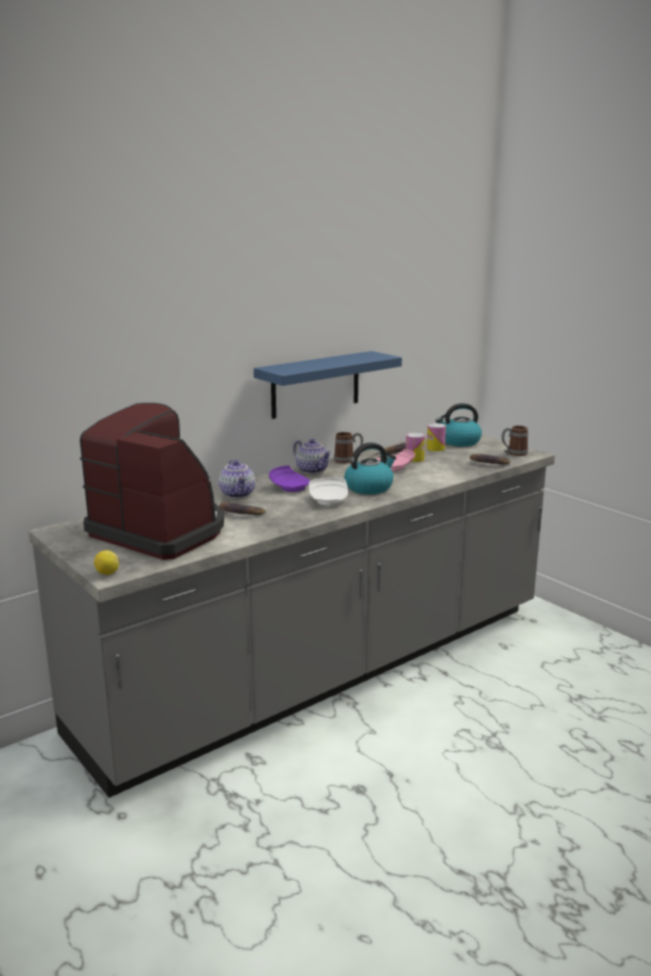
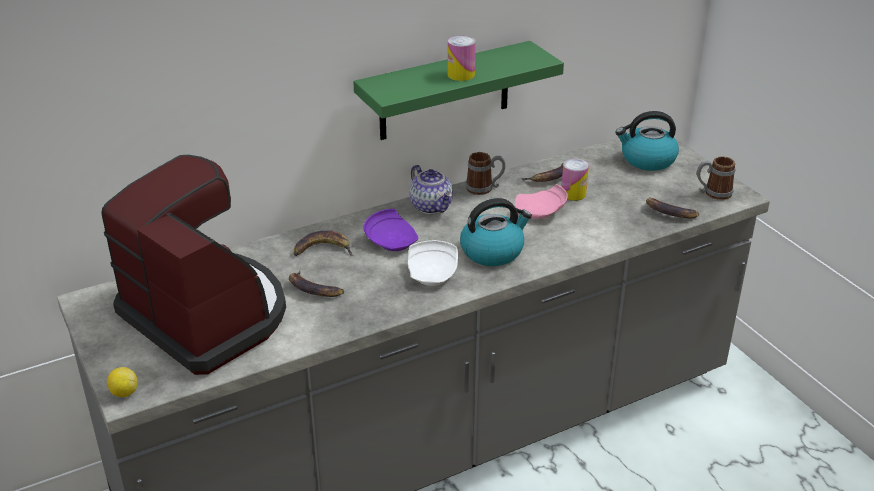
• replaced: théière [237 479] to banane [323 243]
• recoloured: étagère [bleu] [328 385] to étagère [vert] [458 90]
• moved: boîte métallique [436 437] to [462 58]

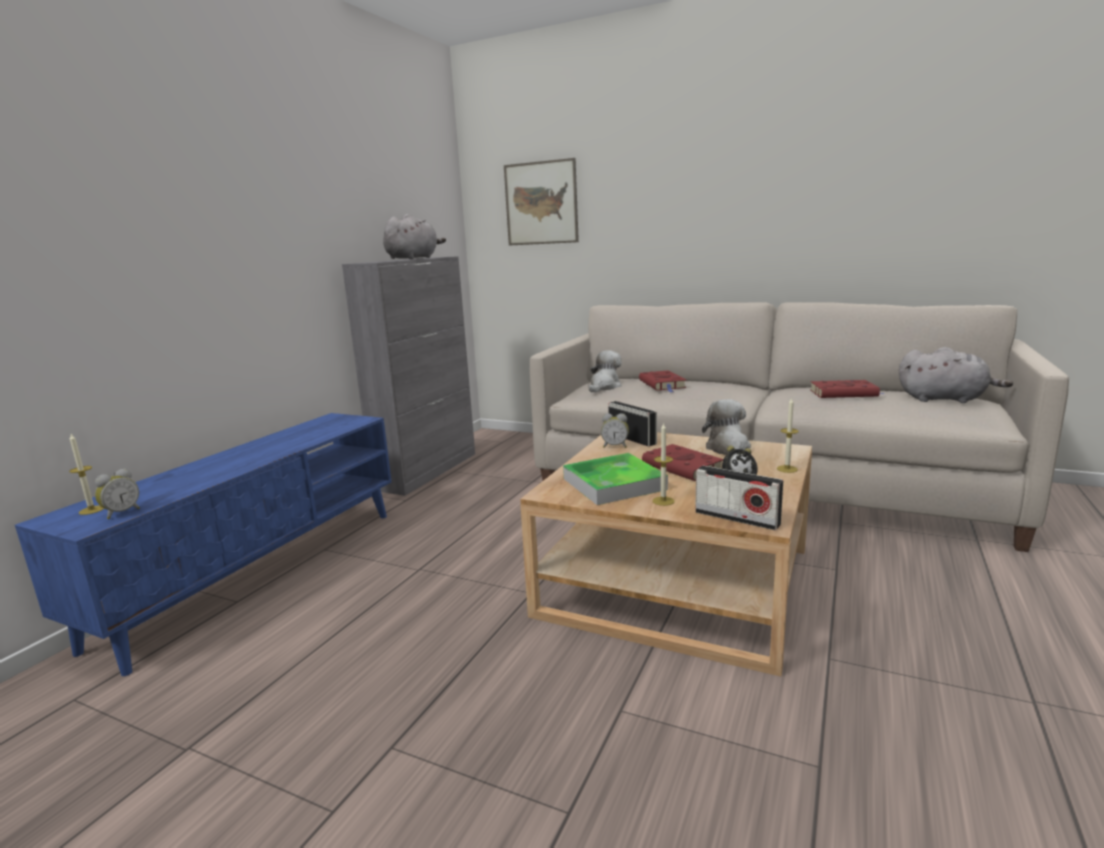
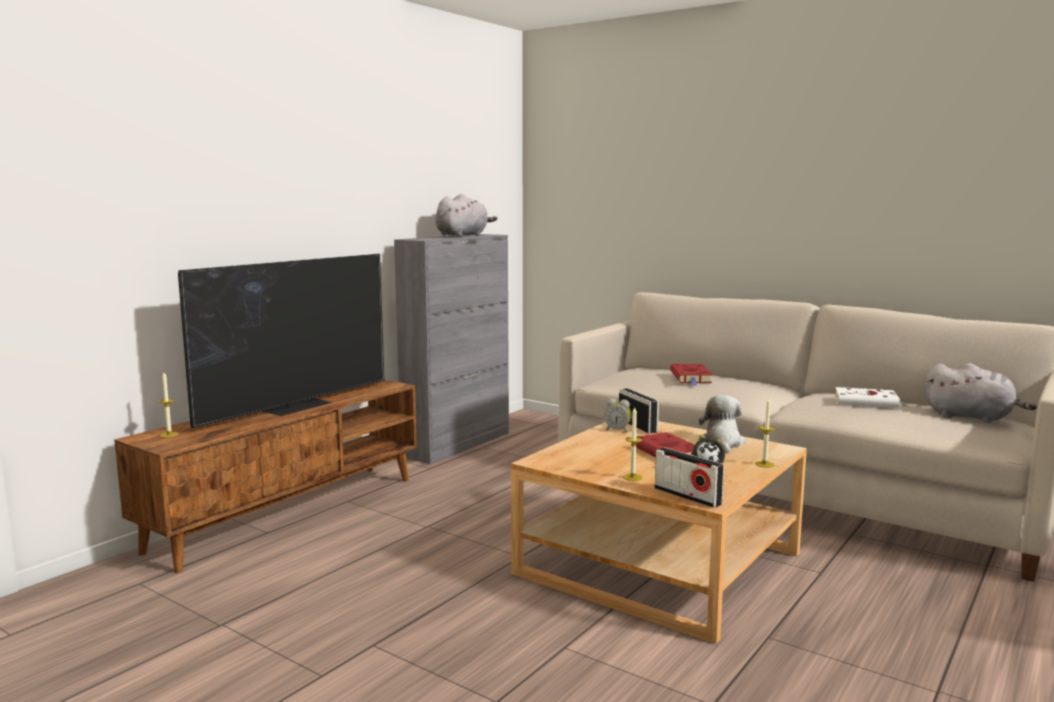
• recoloured: meuble télé [bleu] [203 544] to meuble télé [marron] [265 476]
• added: téléviseur [281 341]
• recoloured: livre [rouge] [846 389] to livre [blanc] [871 397]
• removed: réveil [117 493]
• removed: tableau [541 202]
• removed: plateau [615 479]
• removed: peluche [605 371]

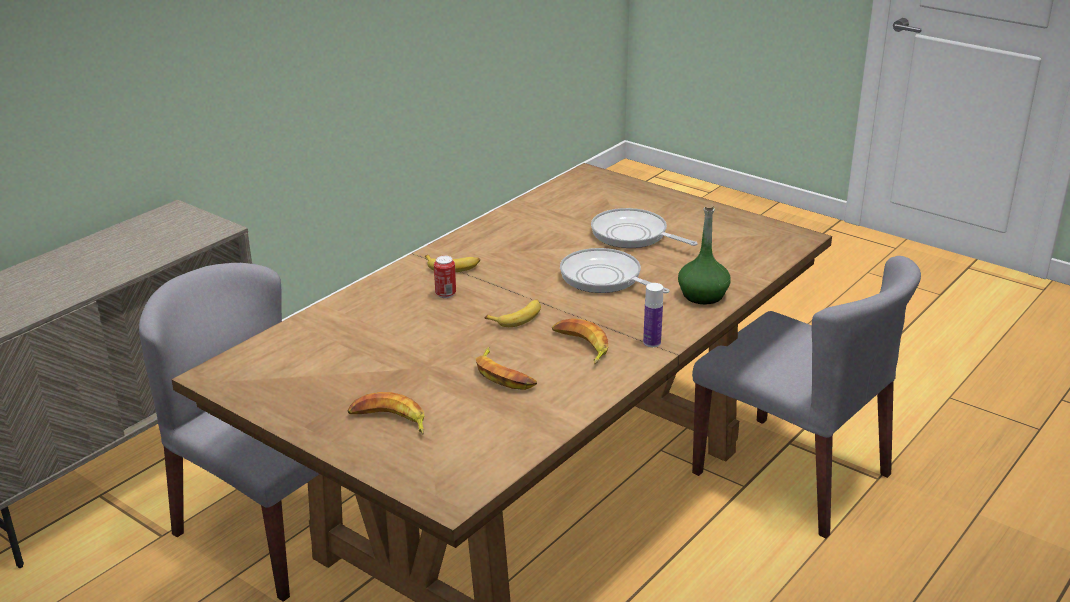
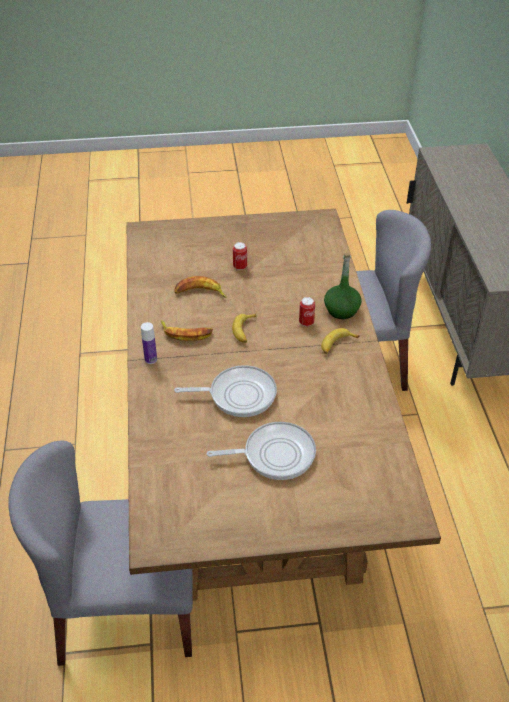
• added: boîte métallique [240 256]
• moved: bouteille [vert] [704 253] to [343 286]
• removed: banane [386 413]

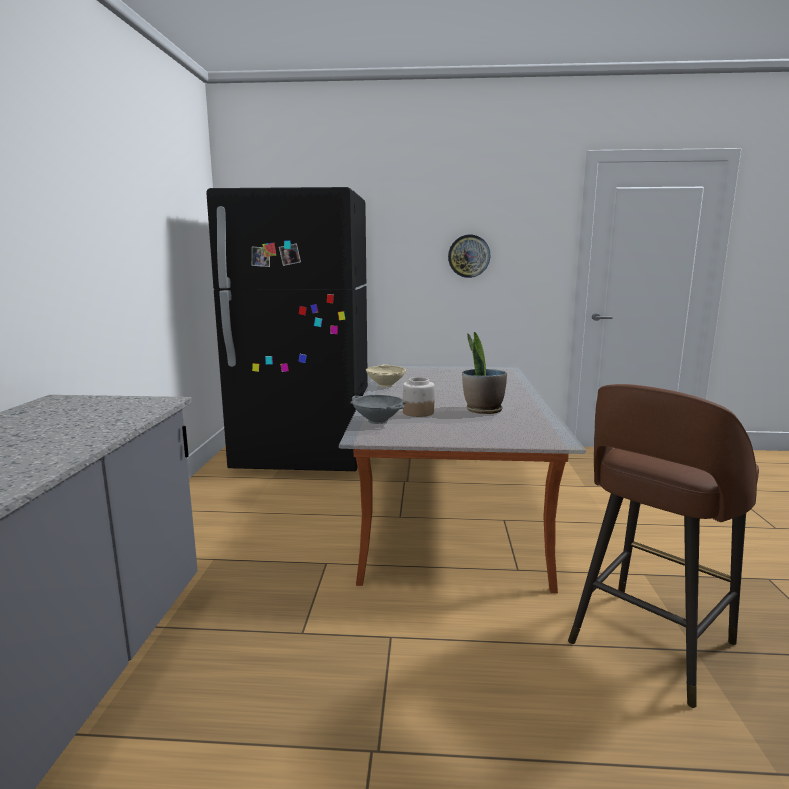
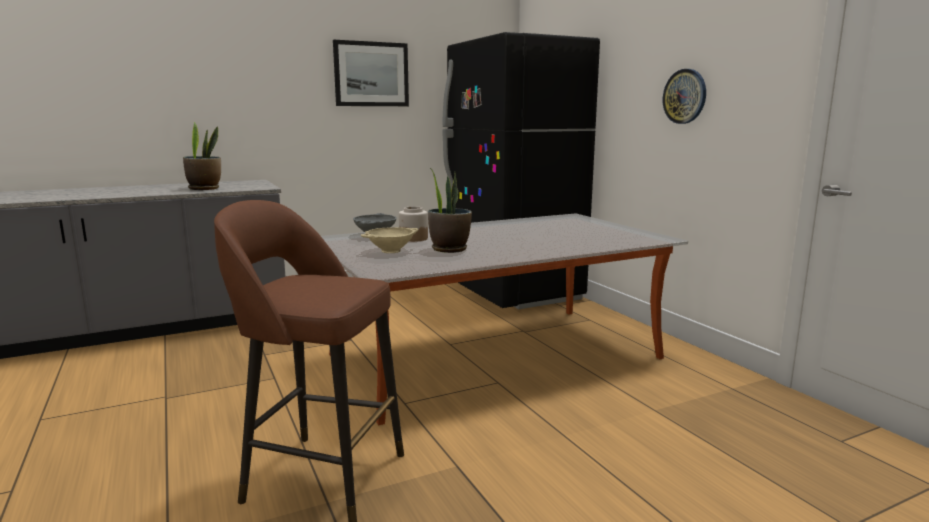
• added: plante en pot [202 156]
• added: tableau [371 73]
• moved: bol [beige] [386 375] to [389 240]

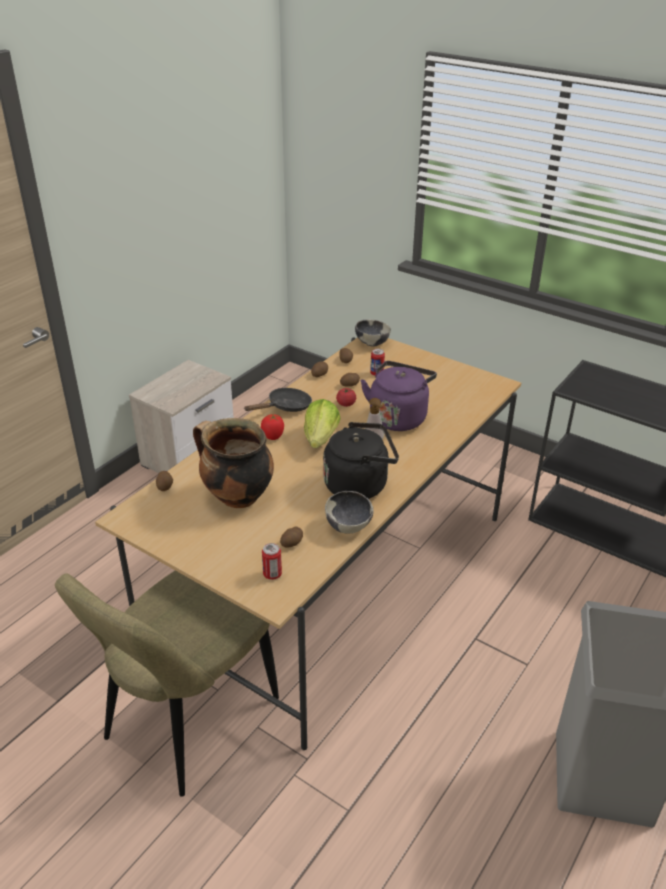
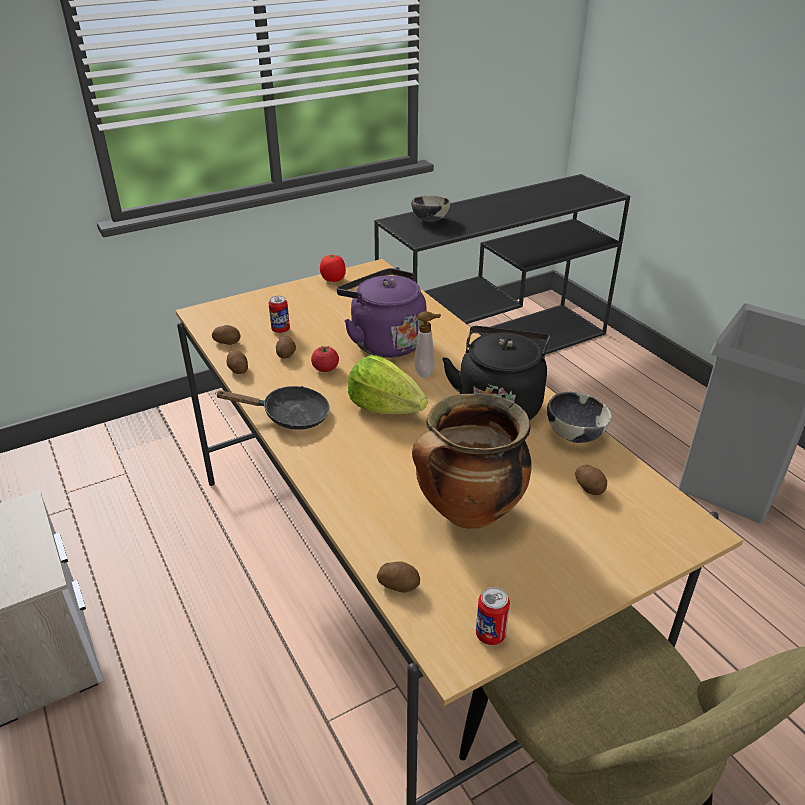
• turned: poêle [noir] [278 400] = [272 408] 105 degrees clockwise
• moved: tomate [272 427] to [333 268]
• moved: bol [373 333] to [430 209]
• moved: boîte métallique [272 561] to [493 616]

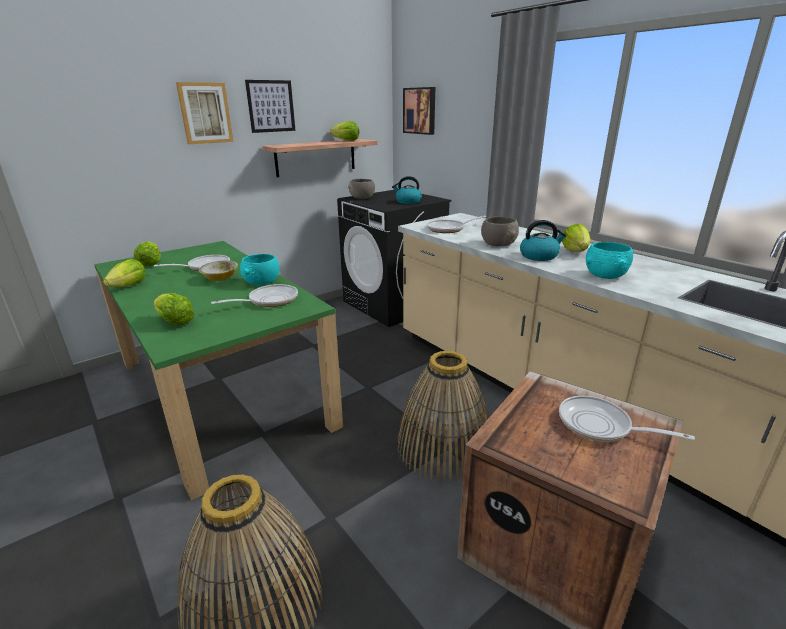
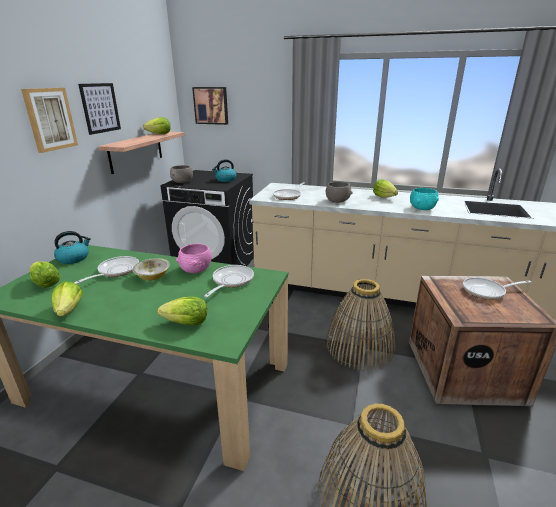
• moved: bouilloire [543 240] to [72 247]
• recoloured: bol [turquoise] [260 269] to bol [rose] [194 258]

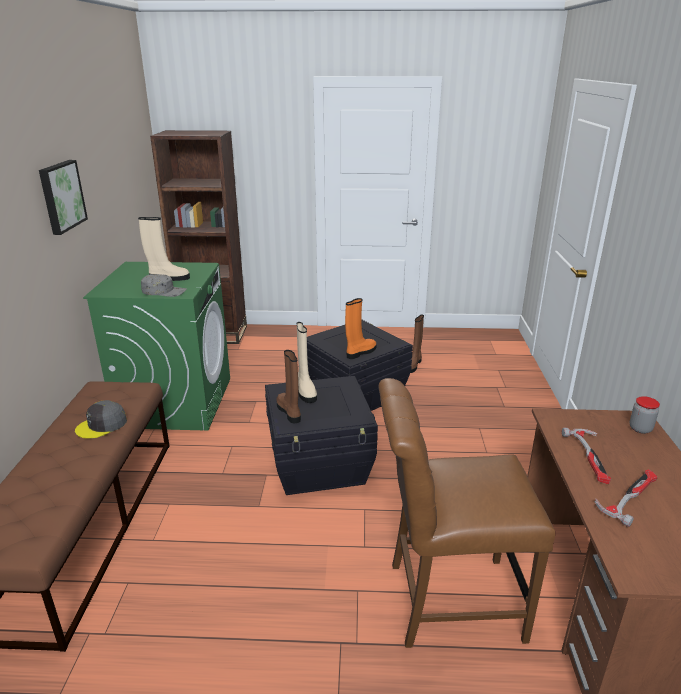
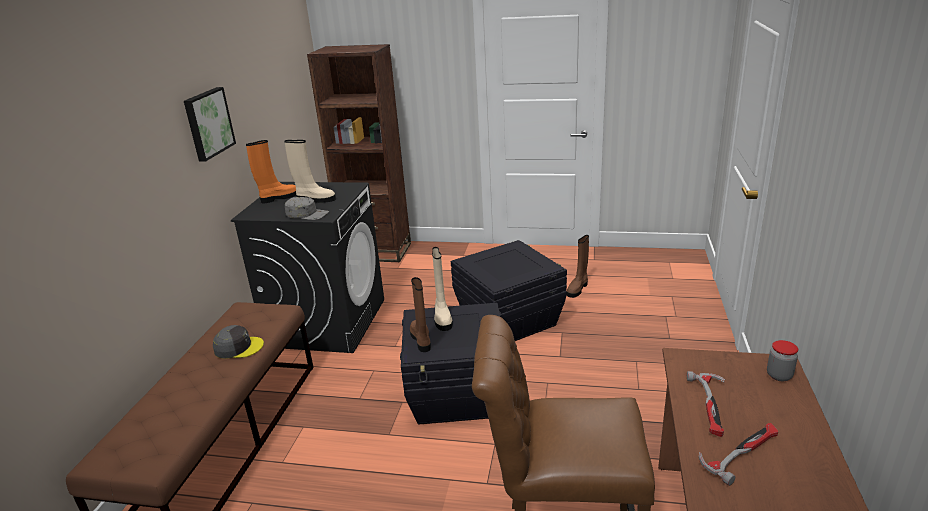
• turned: casquette [gris] [101 419] = [238 342] 150 degrees counterclockwise
• recoloured: lave-linge [vert] [156 346] to lave-linge [noir] [307 267]
• moved: botte [orange] [360 328] to [271 172]

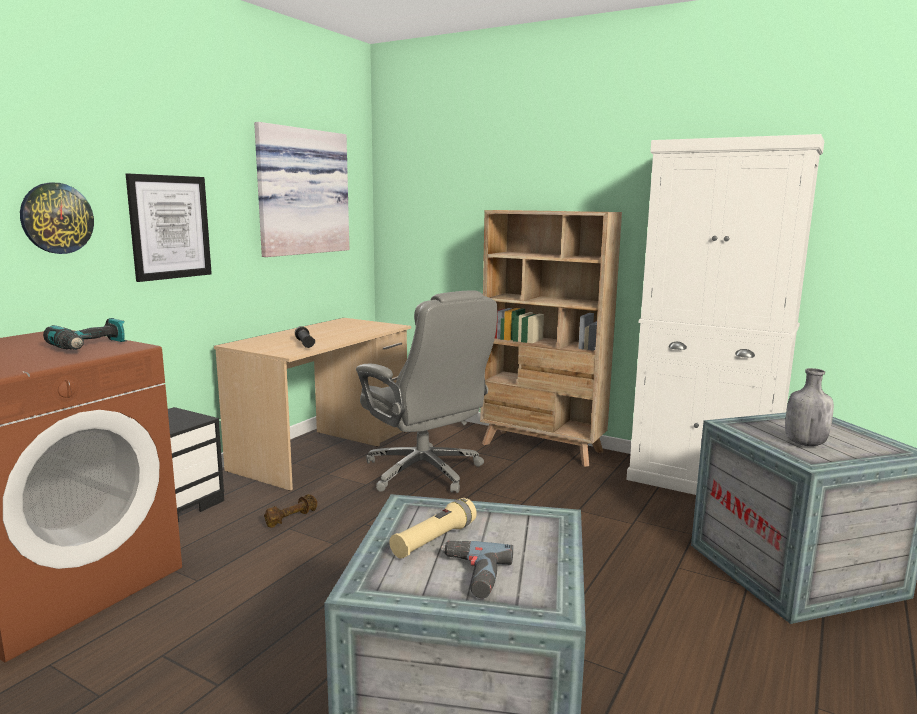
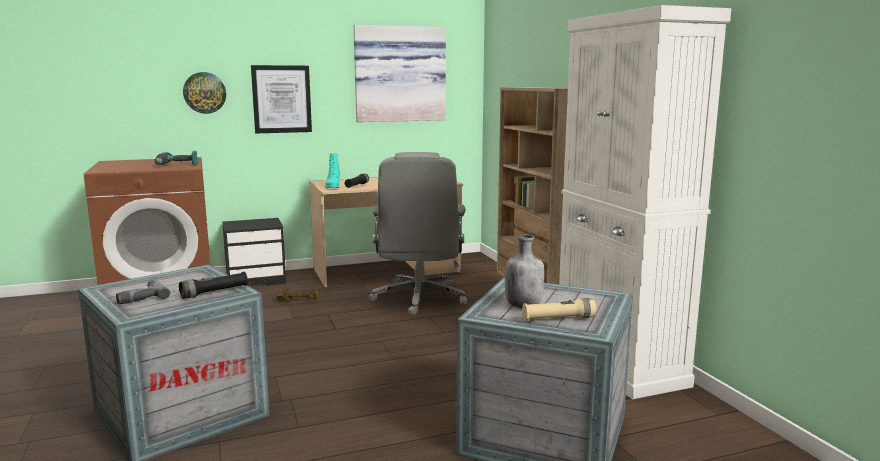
• added: lampe de poche [noir] [213 285]
• added: botte [turquoise] [333 170]
• moved: lampe de poche [beige] [433 528] to [559 309]

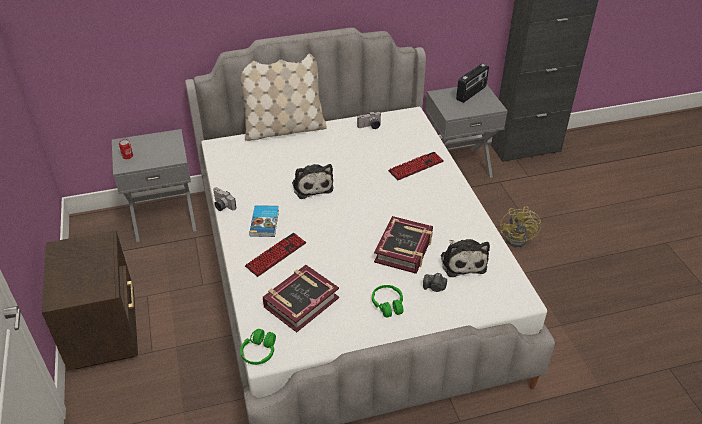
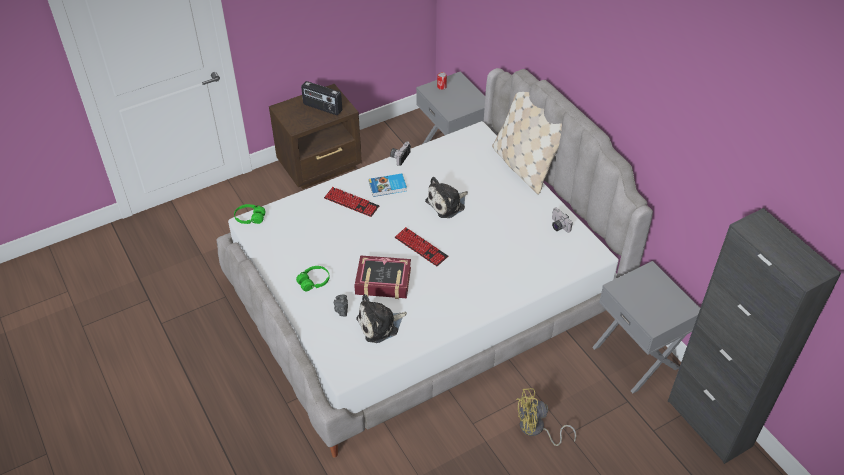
• moved: radio [472 83] to [321 98]
• moved: clavier [416 166] to [421 247]
• removed: livre [301 299]

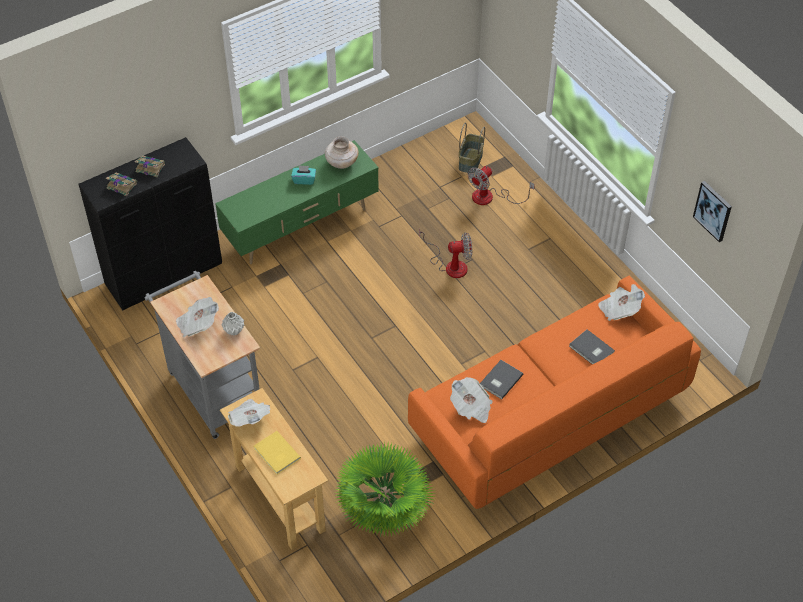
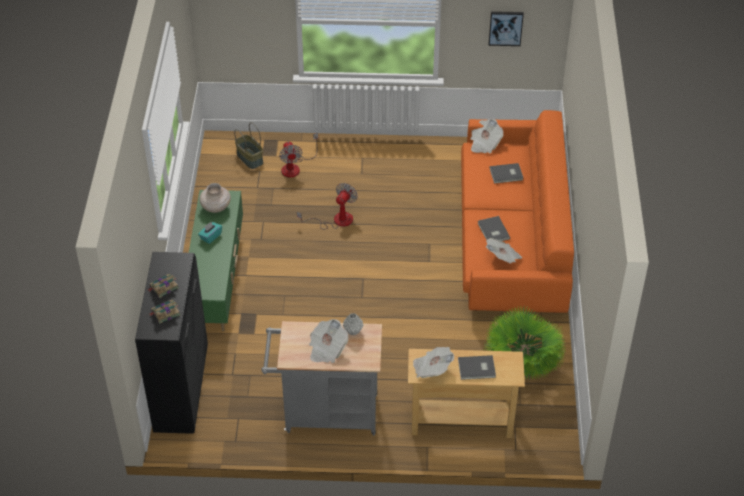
• recoloured: livre [jaune] [277 452] to livre [gris] [477 367]

